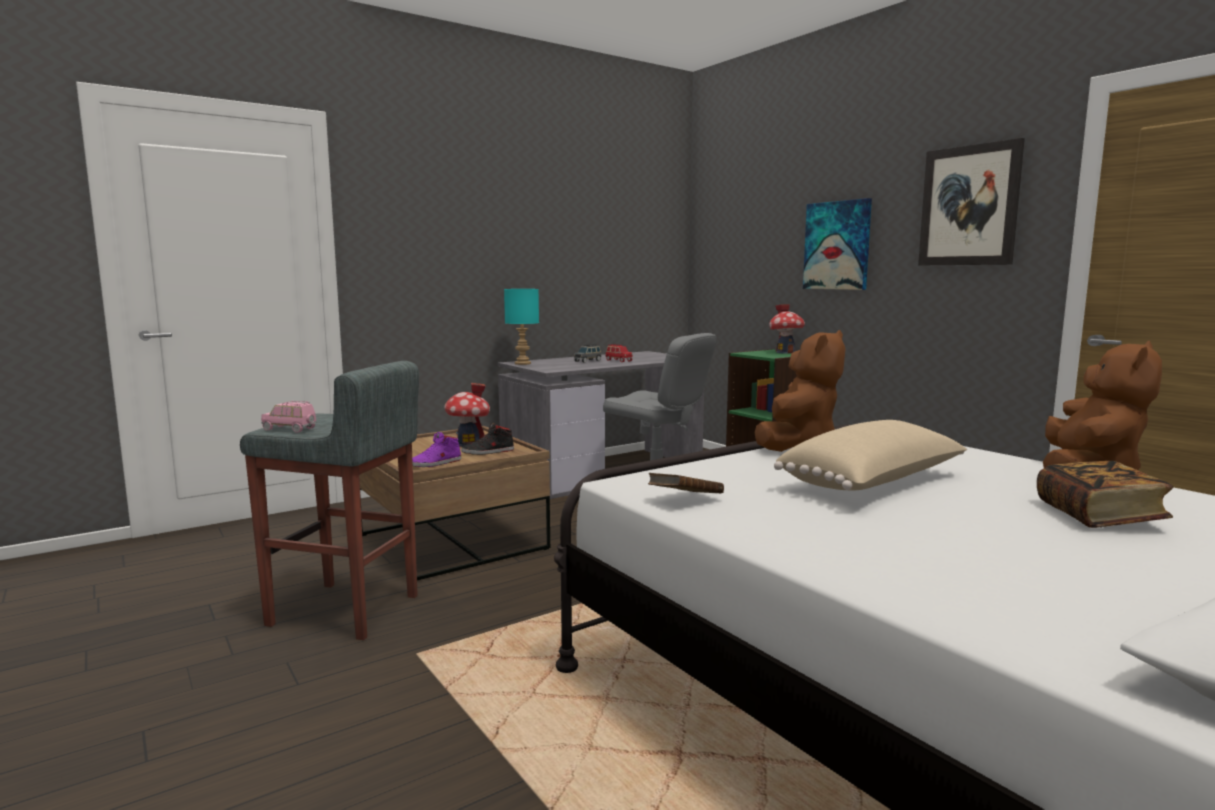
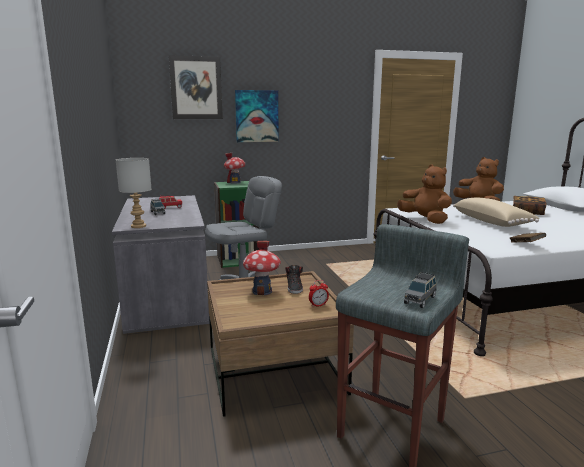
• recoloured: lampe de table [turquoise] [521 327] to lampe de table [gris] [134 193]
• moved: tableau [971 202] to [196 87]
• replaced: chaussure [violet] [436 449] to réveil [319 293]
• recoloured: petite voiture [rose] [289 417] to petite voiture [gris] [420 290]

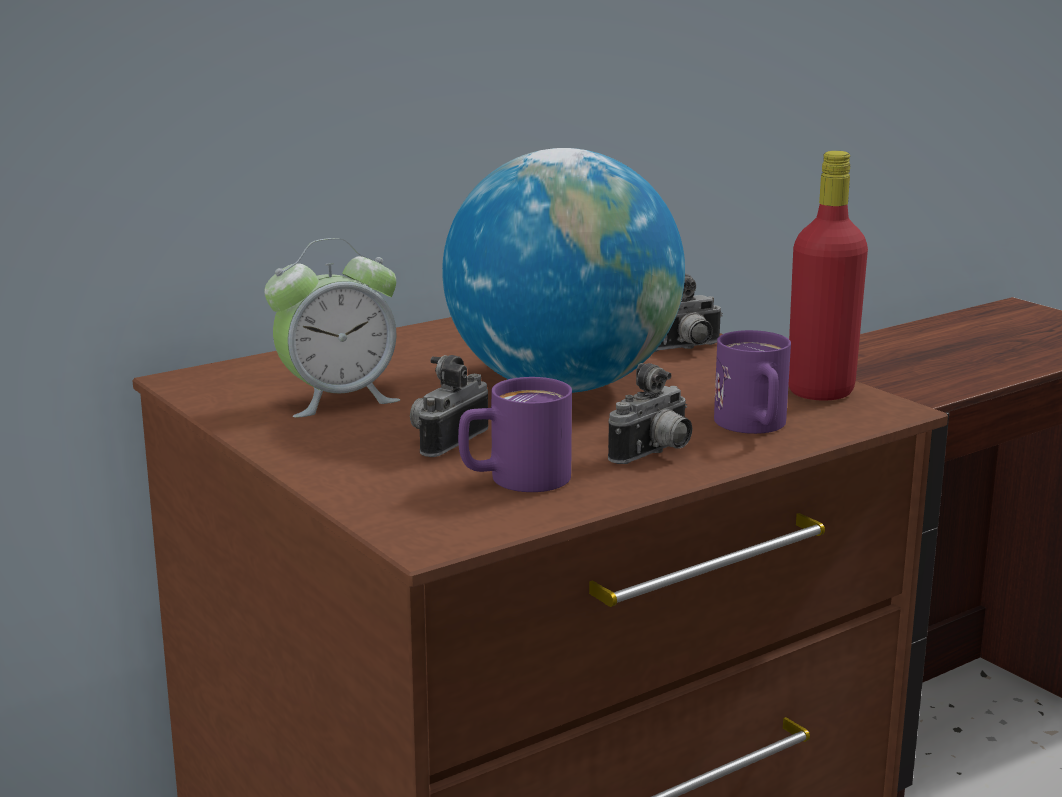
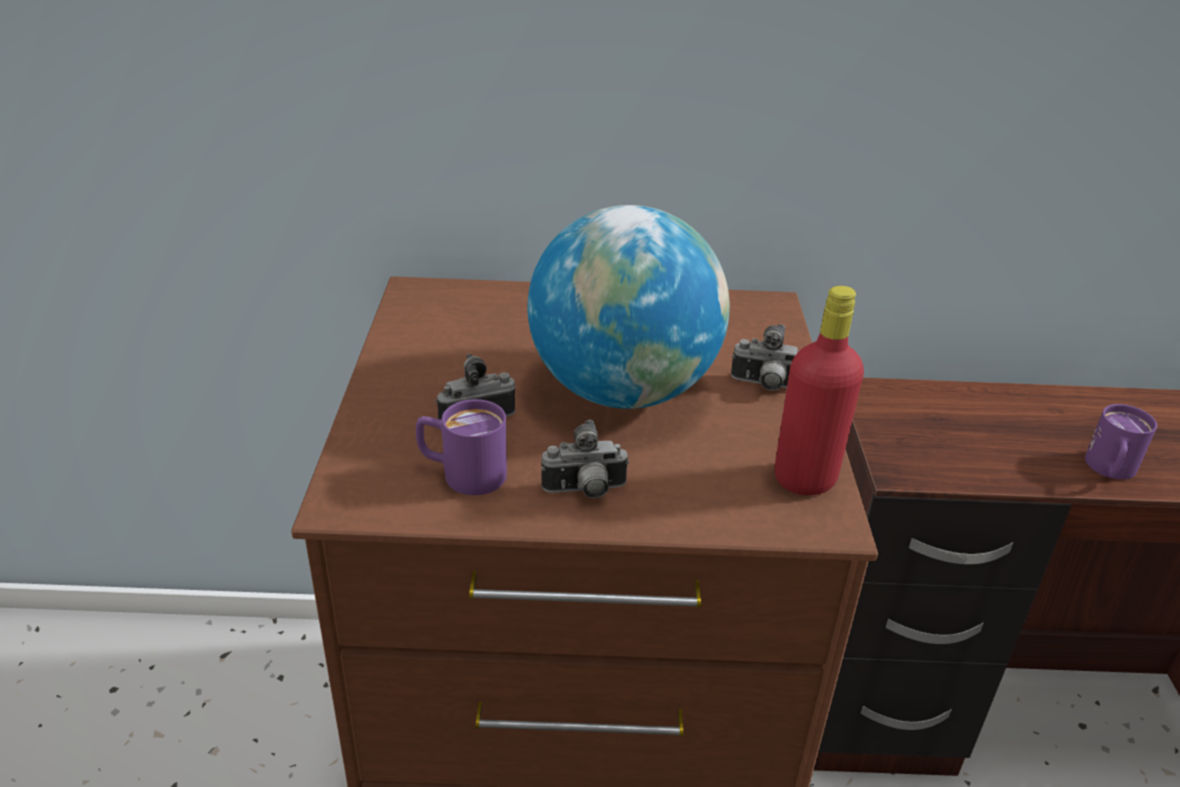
• moved: mug [violet] [752 382] to [1121 442]
• removed: réveil [332 328]

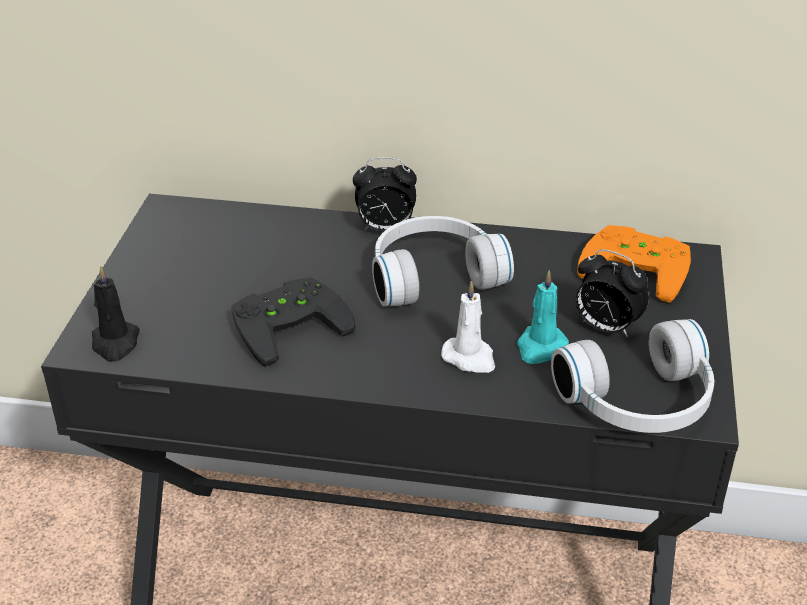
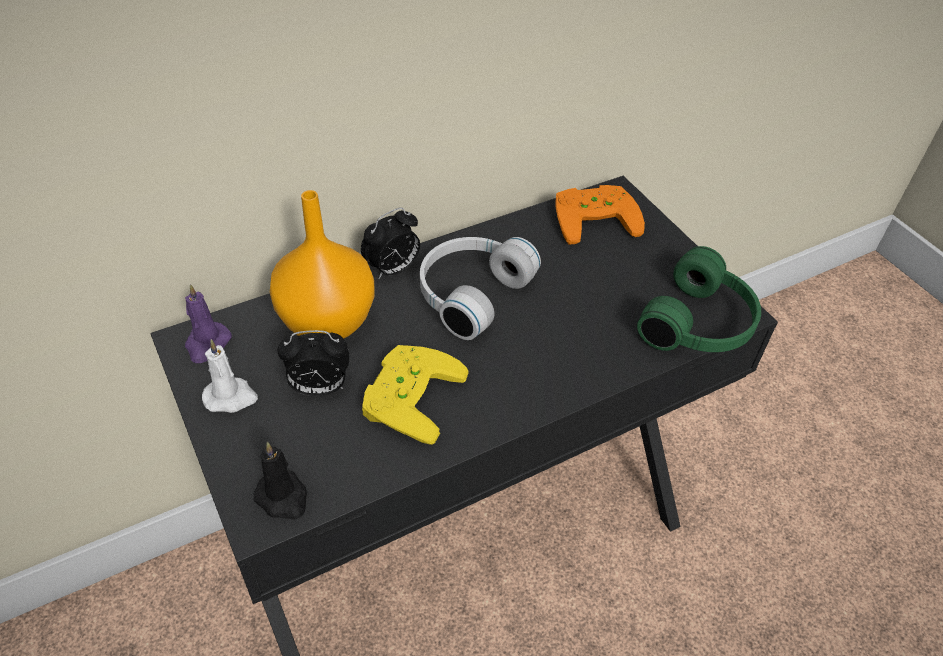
• added: bougie [violet] [208 323]
• moved: bougie [blanc] [468 326] to [230 376]
• added: vase [orange] [322 264]
• moved: réveil [612 293] to [313 363]
• recoloured: manette [noir] [294 322] to manette [jaune] [415 395]
• recoloured: casque audio [blanc] [632 376] to casque audio [vert] [699 299]
• removed: bougie [turquoise] [543 317]

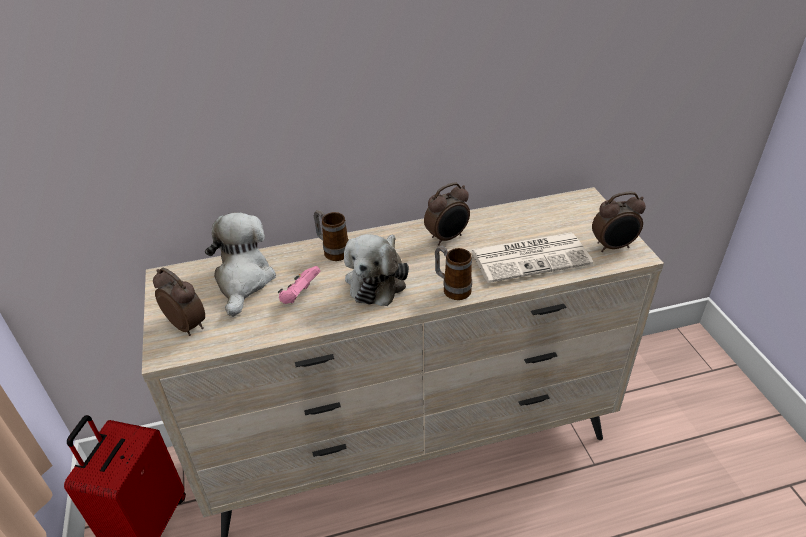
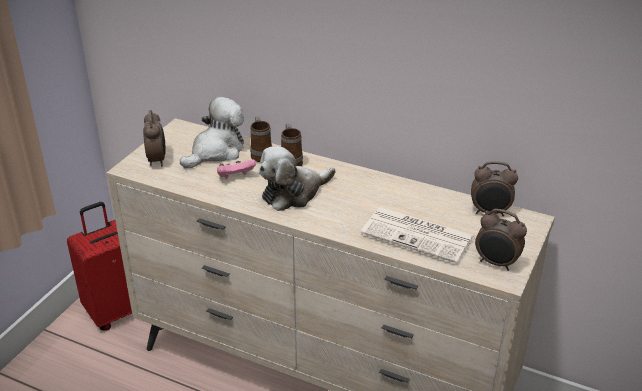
• moved: mug [453 273] to [261 139]
• moved: réveil [447 213] to [494 188]

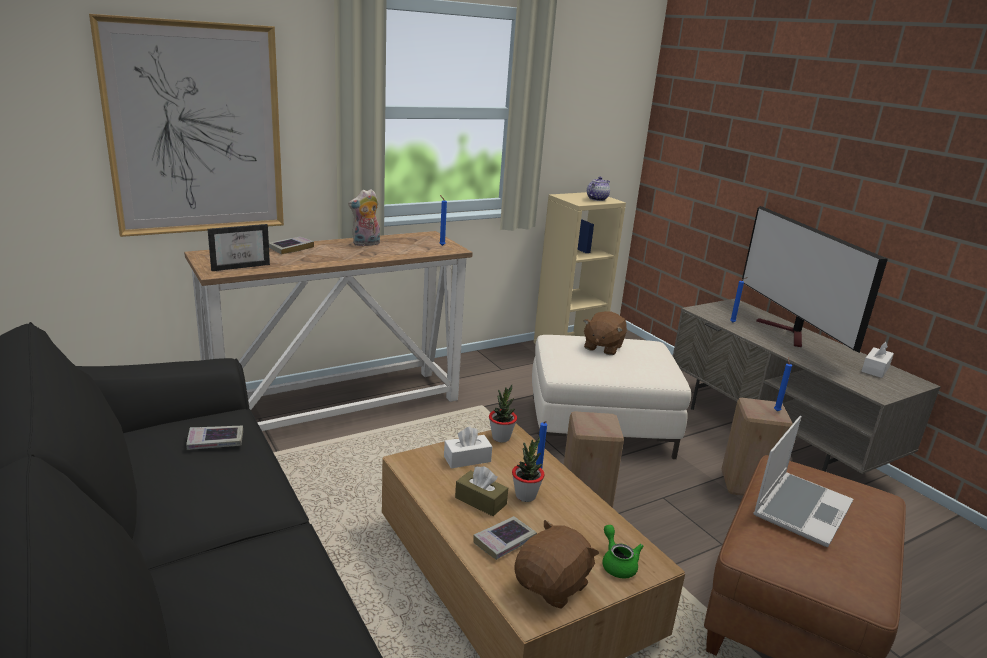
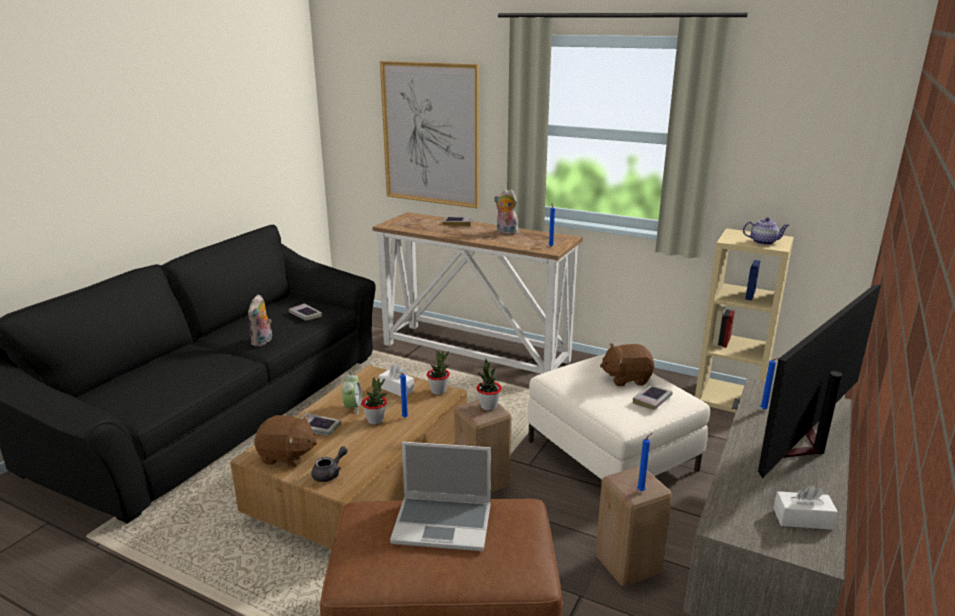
• added: peluche [260 320]
• recoloured: théière [vert] [622 551] to théière [gris] [330 464]
• replaced: boîte à mouchoirs [marron] [481 491] to réveil [352 394]
• added: plante en pot [489 385]
• added: livre [652 397]
• removed: cadre photo [239 247]

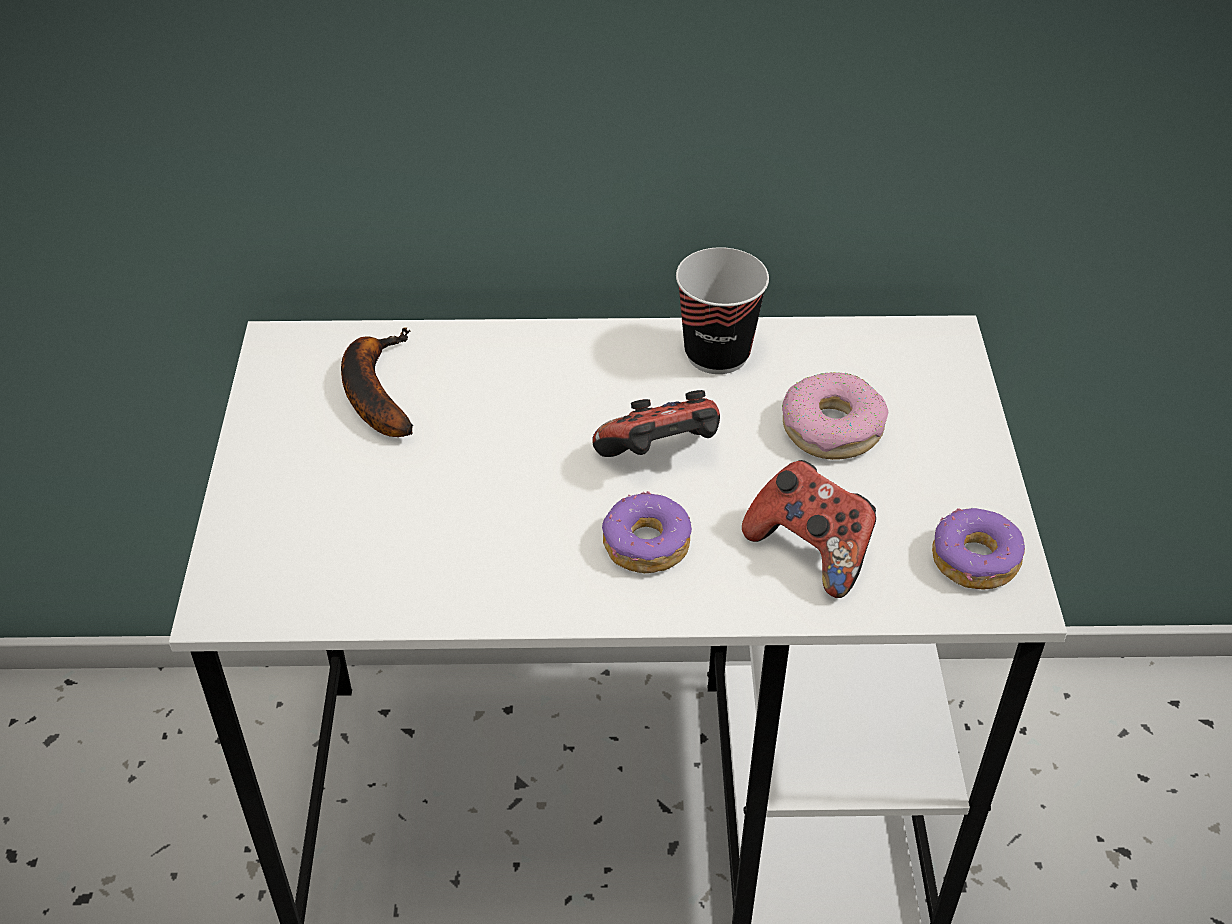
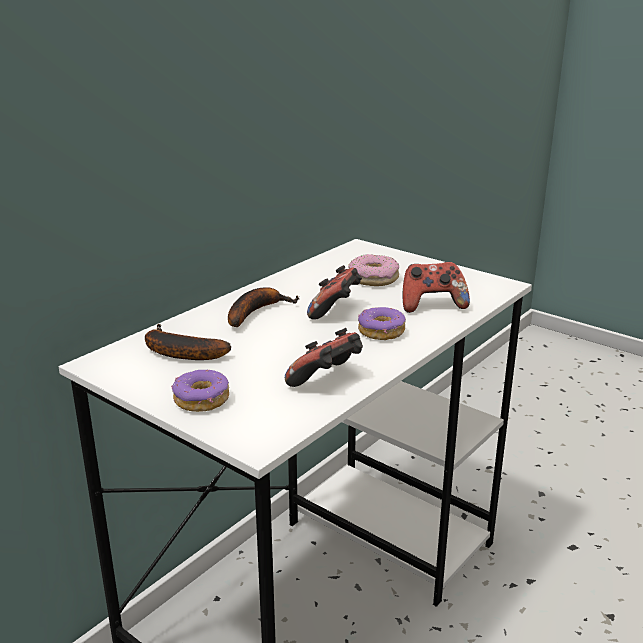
• moved: beignet [978 549] to [200 391]
• added: banane [263 307]
• added: manette [324 357]
• removed: tasse [722 310]

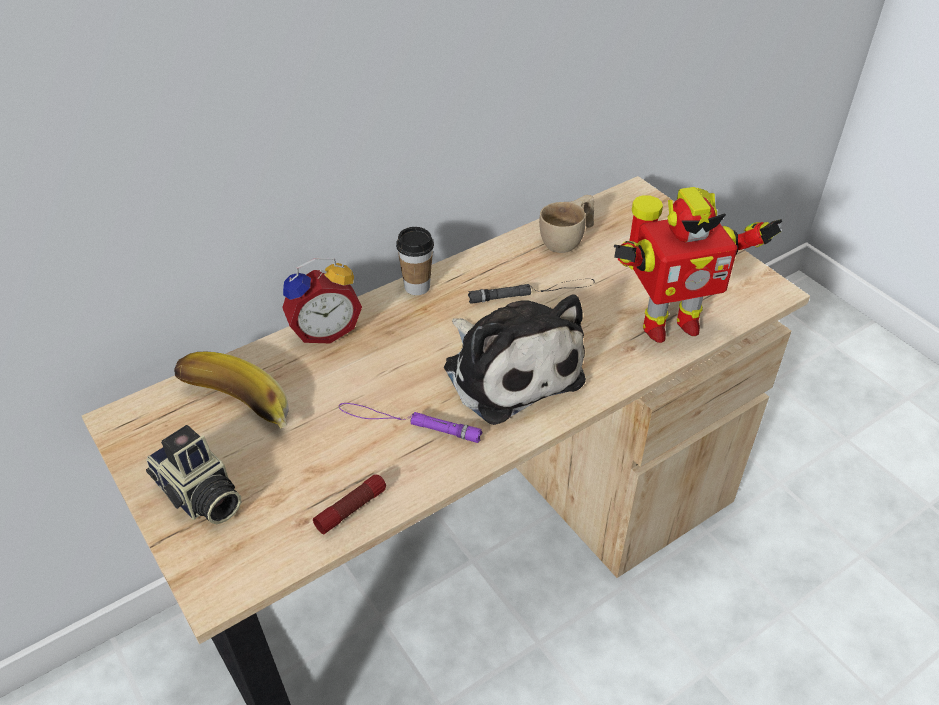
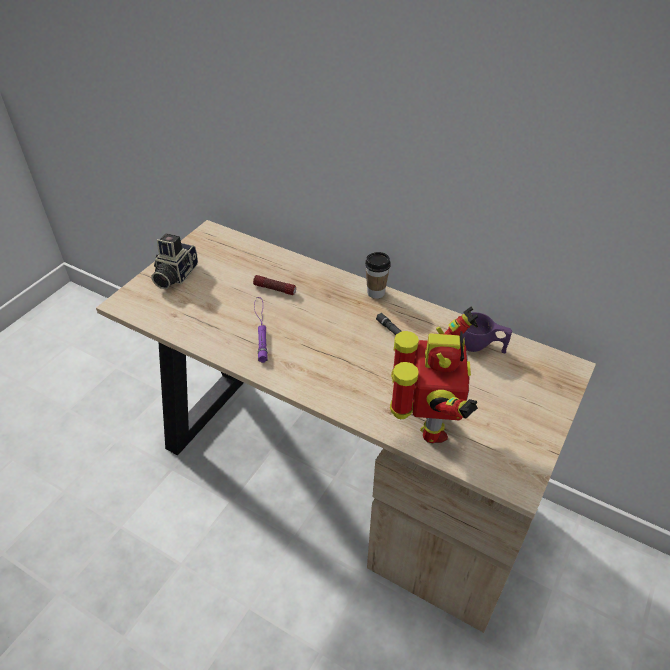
• moved: lampe de poche [349 504] to [274 285]
• turned: robot jouet [698 265] = [434 375] 135 degrees counterclockwise
• recoloured: tasse [beige] [566 224] to tasse [violet] [487 332]
• removed: banane [231 390]
• removed: réveil [322 300]
• removed: peluche [515 359]

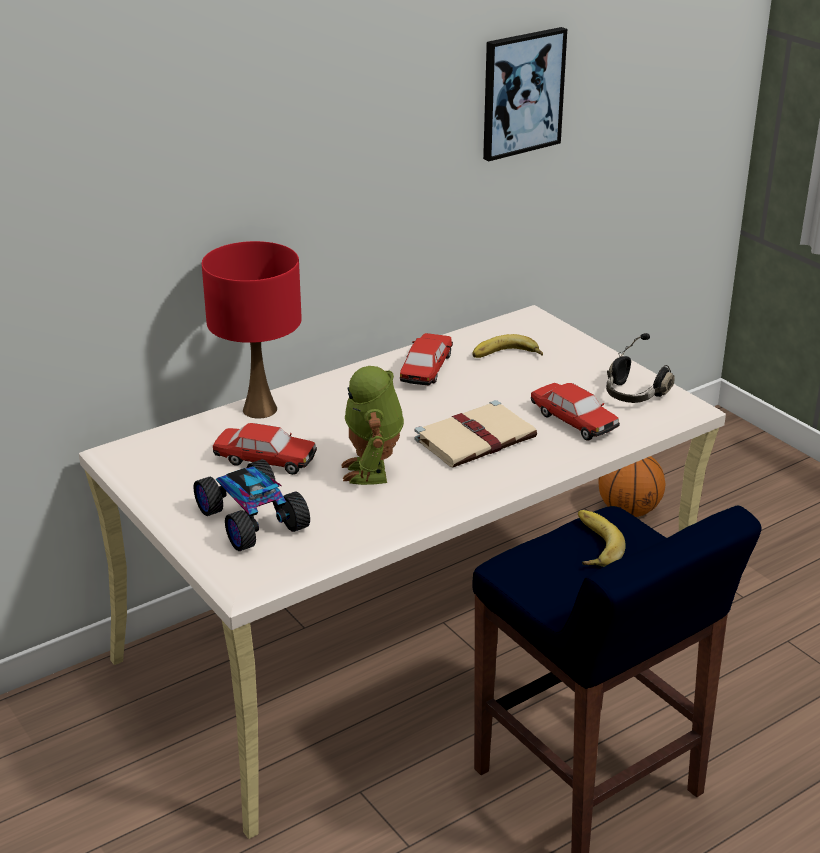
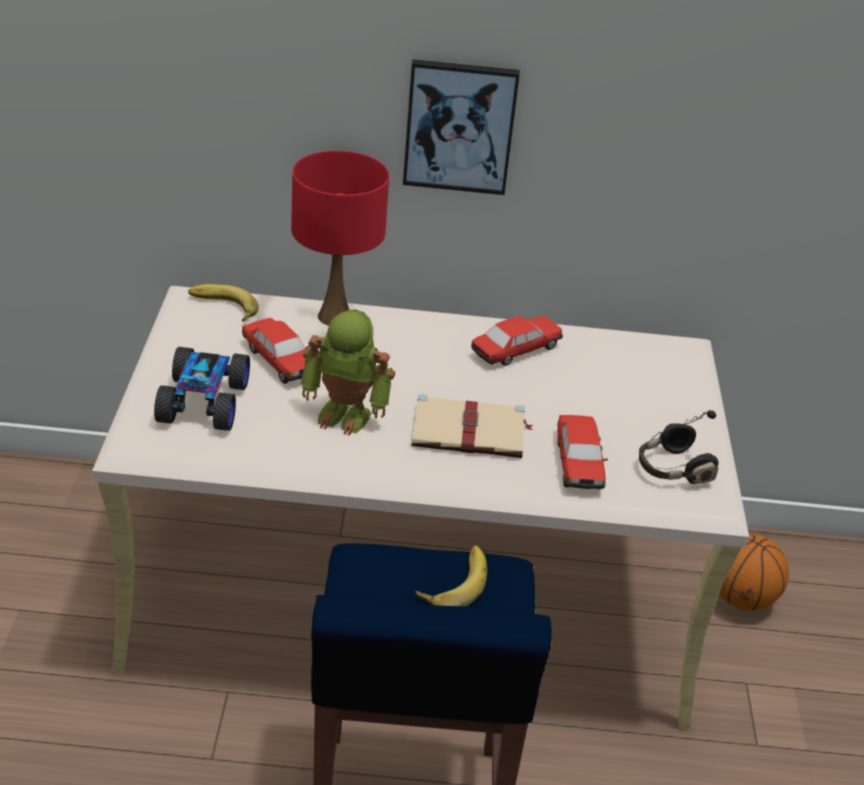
• moved: banane [507 346] to [223 303]
• turned: robot jouet [372 425] = [347 372] 105 degrees counterclockwise
• moved: tableau [525 94] to [461 127]

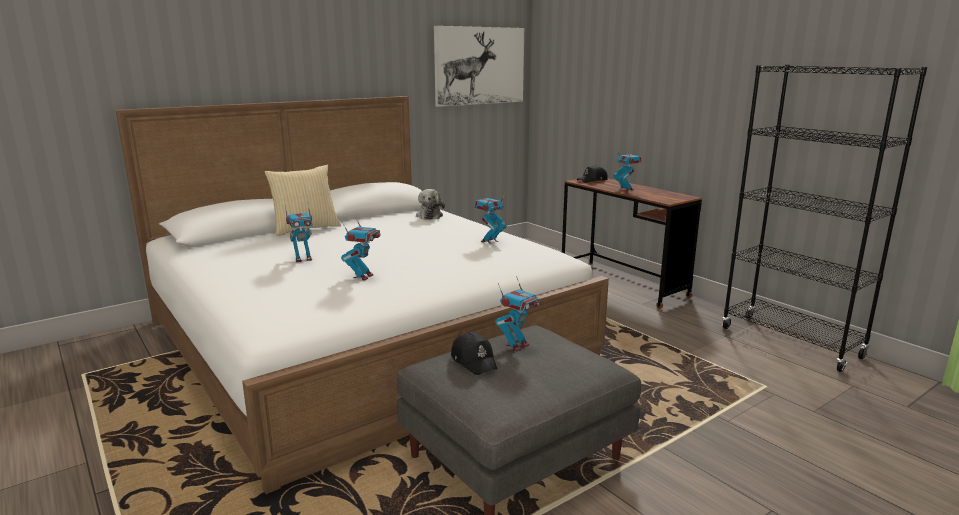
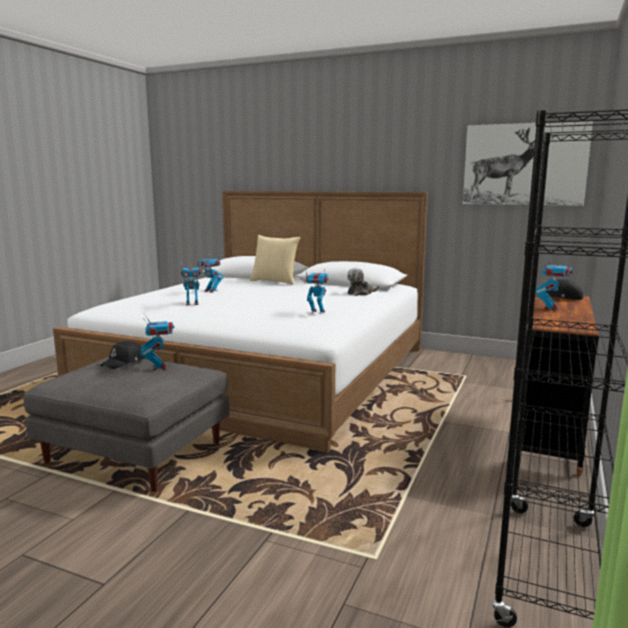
• turned: robot jouet [517 313] = [157 342] 120 degrees counterclockwise

